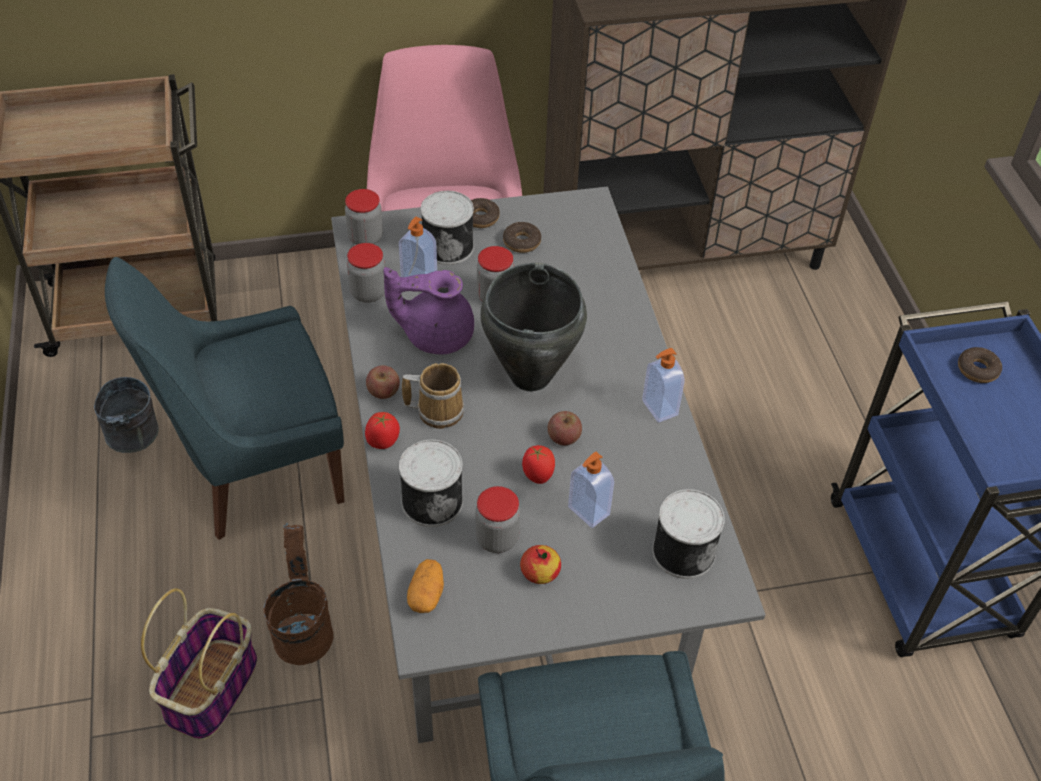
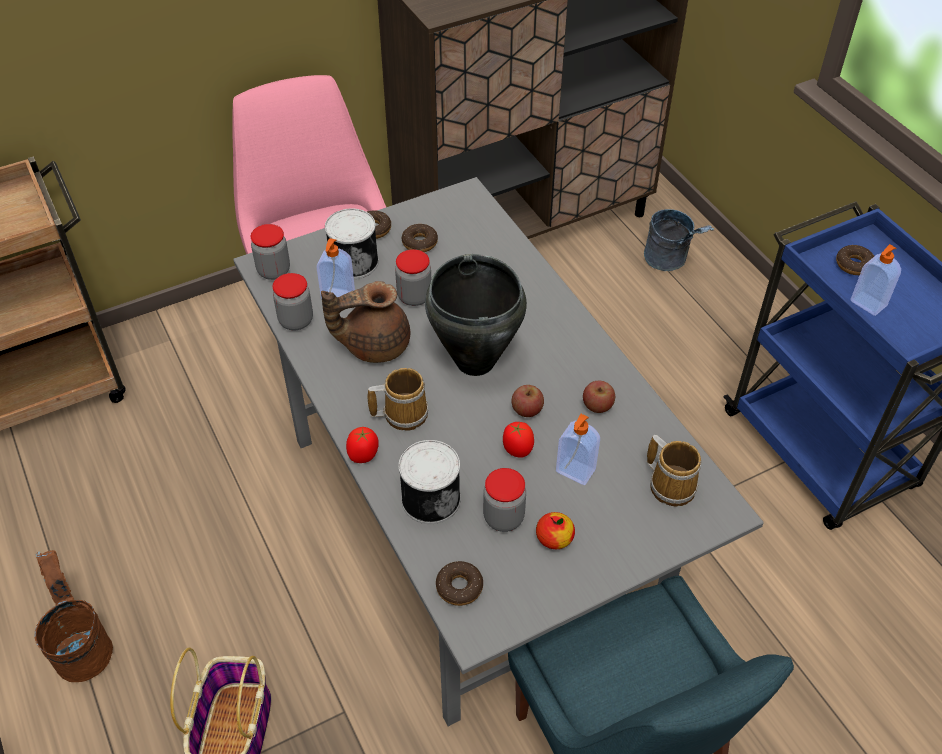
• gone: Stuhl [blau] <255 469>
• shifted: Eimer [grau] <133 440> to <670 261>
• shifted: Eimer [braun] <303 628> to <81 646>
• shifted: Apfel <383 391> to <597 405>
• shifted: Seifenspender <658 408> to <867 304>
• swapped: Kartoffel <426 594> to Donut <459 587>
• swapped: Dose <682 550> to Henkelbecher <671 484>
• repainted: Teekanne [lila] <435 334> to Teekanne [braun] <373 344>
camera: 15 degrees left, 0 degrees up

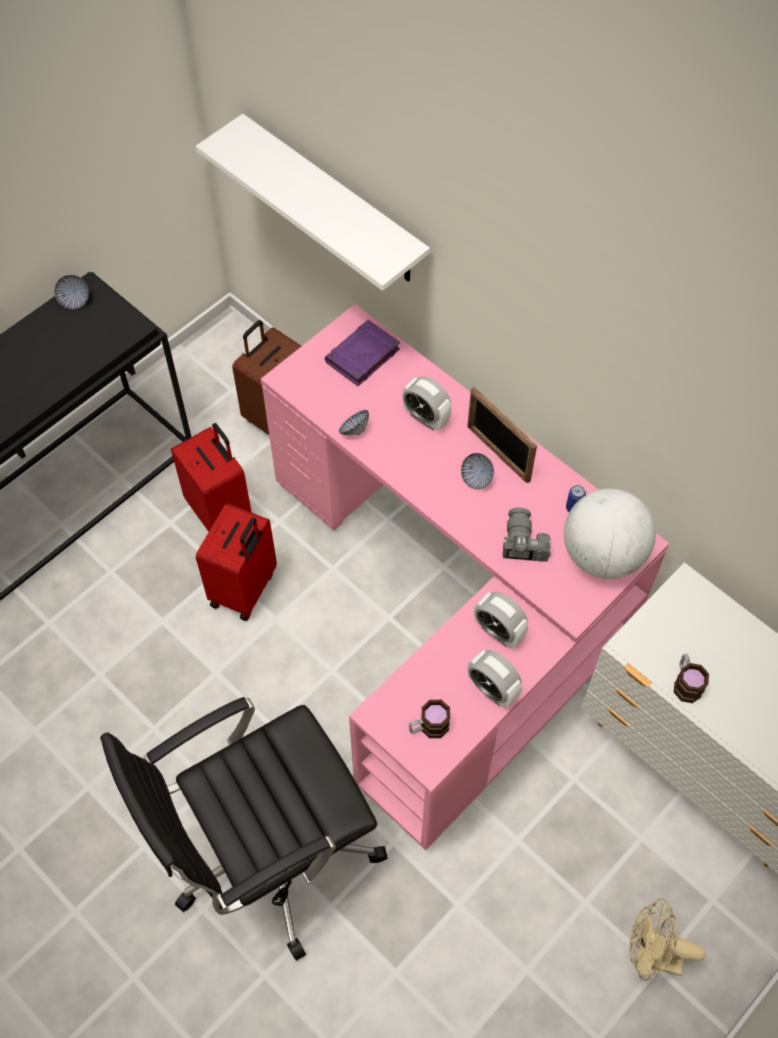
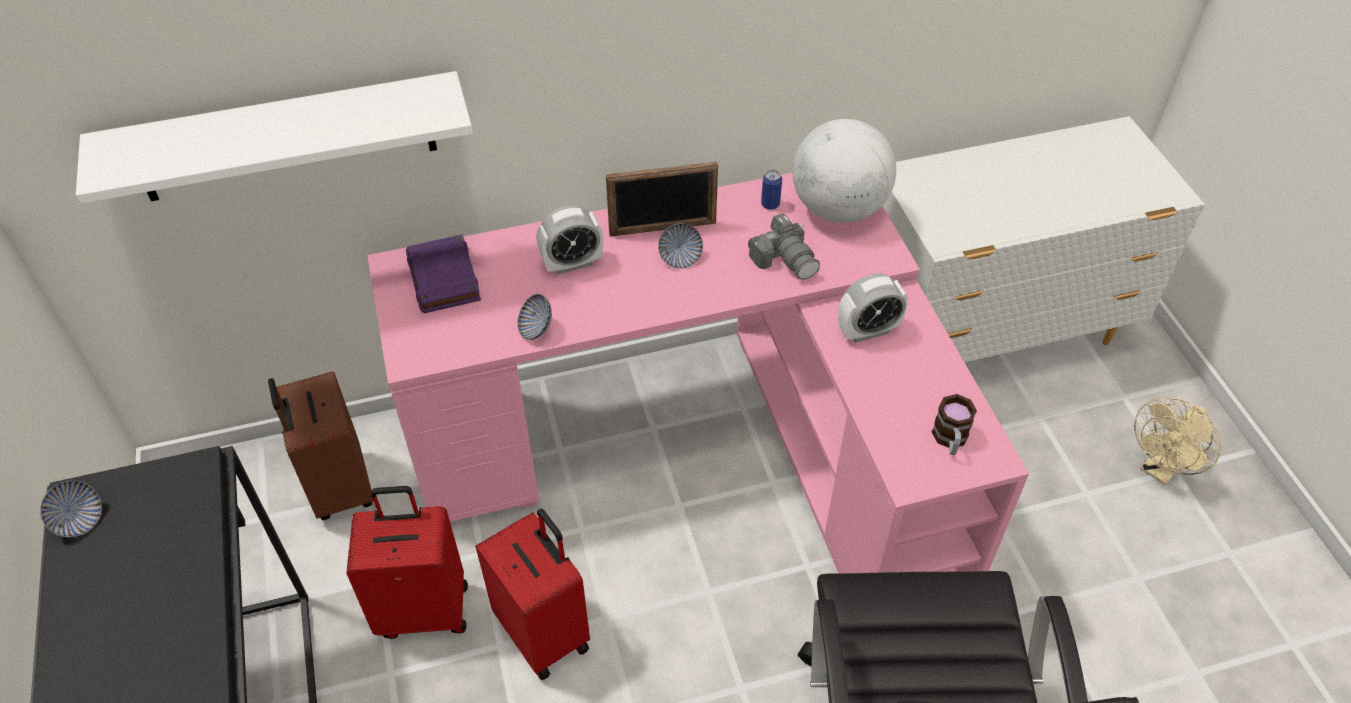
• gone: Wecker <492 690>
• gone: Henkelbecher <685 683>
• rotated: Kamera <522 544> = <785 259> 150 degrees counterclockwise
camera: 60 degrees left, 10 degrees down

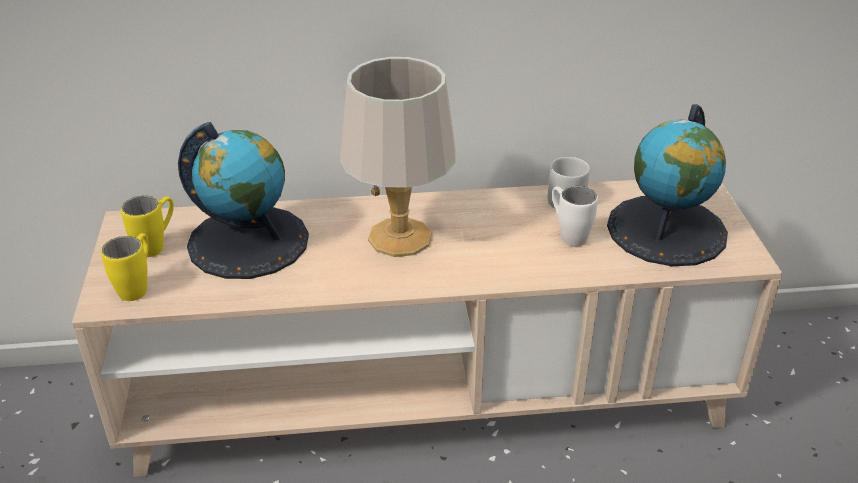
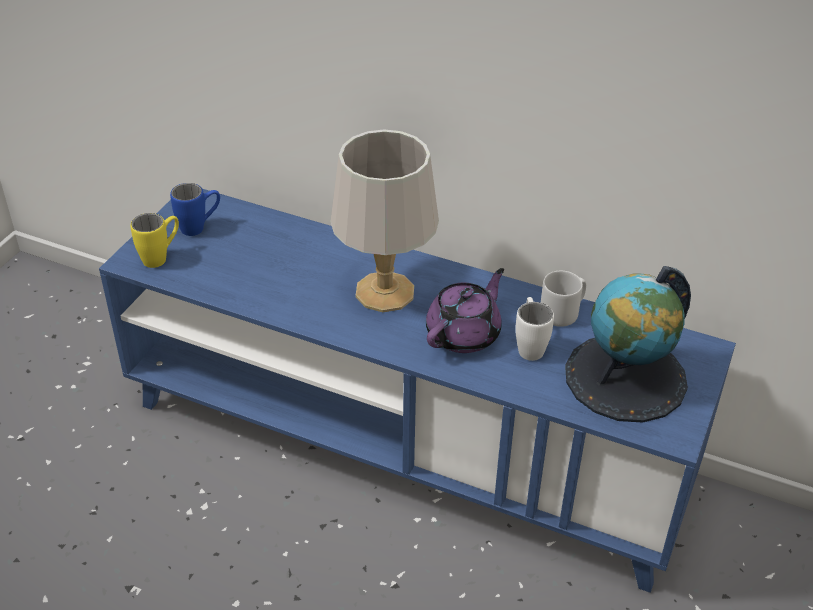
• gone: Globus <248 241>
• new: Teekanne [lila] <464 334>
• repainted: Fernsehschrank [beige] <429 398> to Fernsehschrank [blau] <404 445>
• repainted: Henkelbecher [gelb] <157 245> to Henkelbecher [blau] <200 227>
camera: 30 degrees right, 5 degrees up

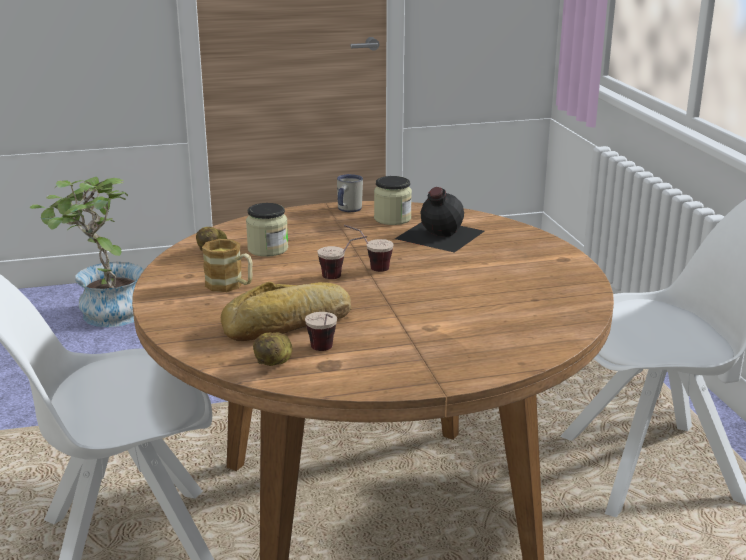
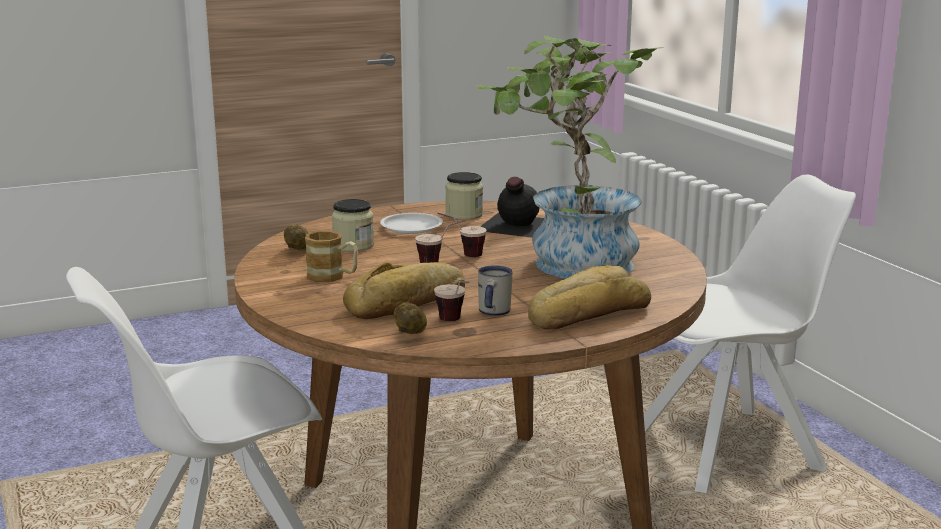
• new: Teller [weiß] <411 227>
• new: Brot <586 313>
• shifted: Topfpflanze <103 314> to <569 266>
• shifted: Henkelbecher [weiß] <347 210> to <492 313>
camera: 10 degrees left, 5 degrees down

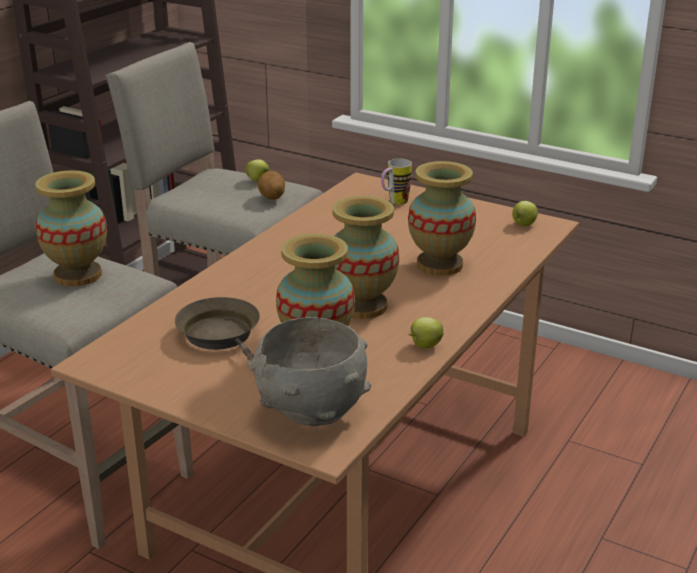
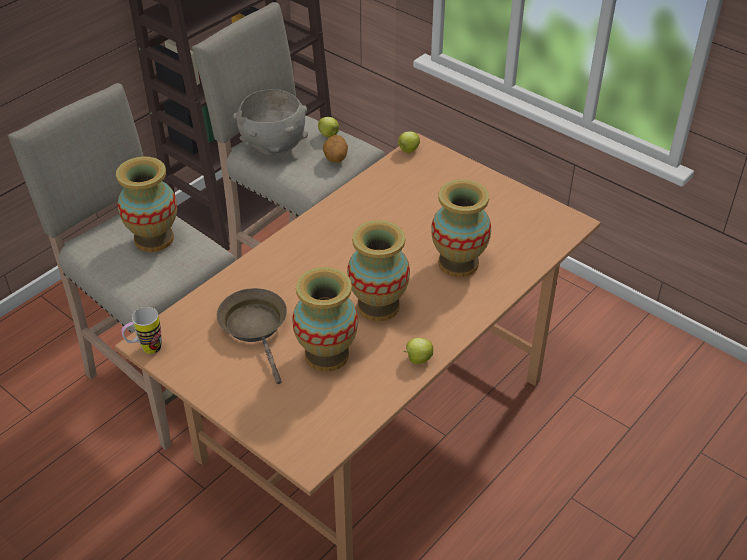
• shifted: Schüssel [grau] <311 414> to <273 148>
• shifted: Henkelbecher <394 203> to <145 349>
• shifted: Apfel <523 224> to <408 150>
camera: 10 degrees right, 15 degrees up

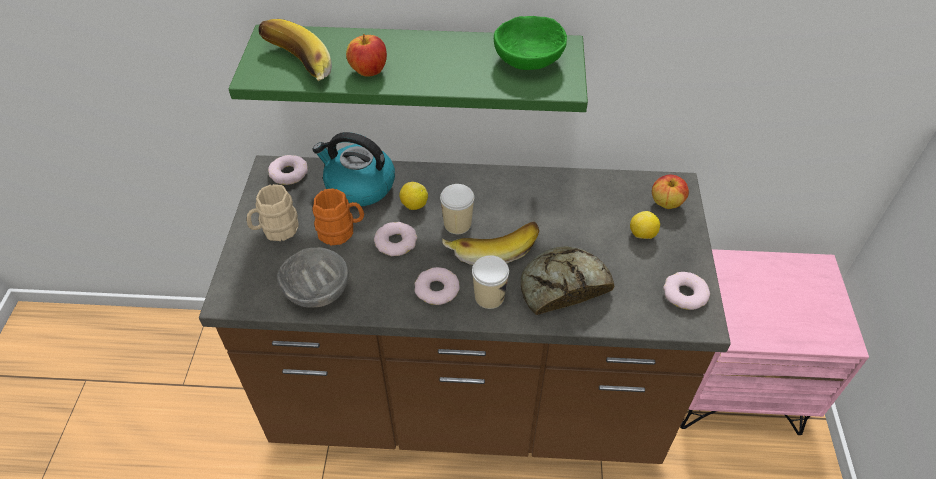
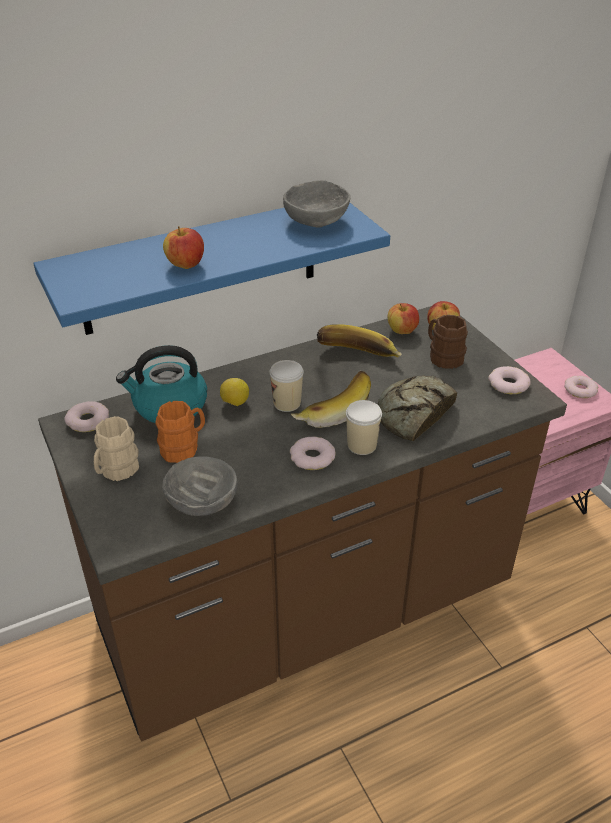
• new: Apfel <402 331>
• shifted: Banane <294 66> to <356 356>
• shifted: Donut <396 242> to <580 390>
• swapped: Zitrone <642 235> to Henkelbecher [braun] <442 357>
• repainted: Wandregal [grün] <420 67> to Wandregal [blau] <201 265>
• repainted: Schüssel [grün] <528 60> to Schüssel [grau] <316 221>
camera: 30 degrees left, 10 degrees down

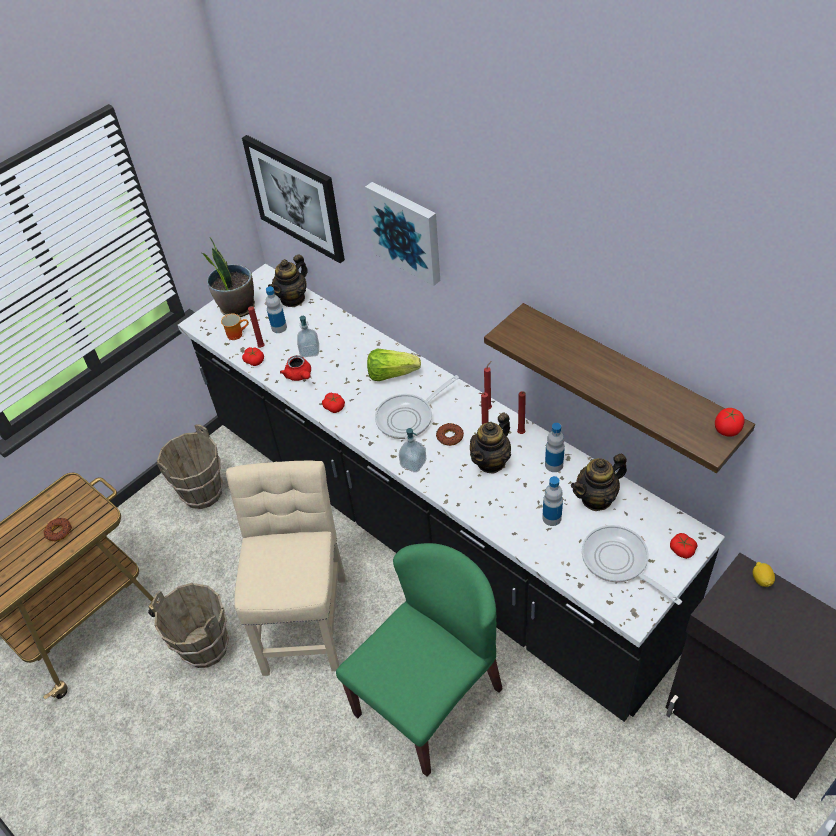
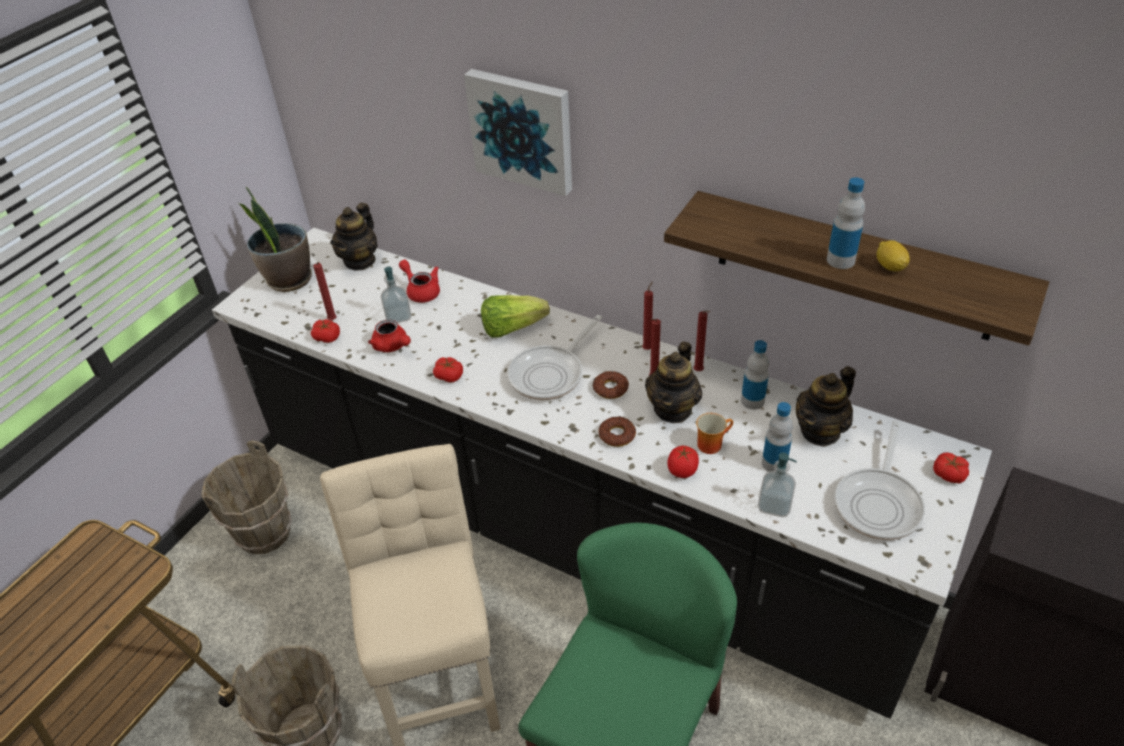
• gone: Bild <296 198>
• new: Teekanne [rot] <421 291>
• shifted: Donut <59 531> to <617 435>
• shifted: Henkelbecher <236 333> to <711 443>
• shifted: Flasche <279 327> to <840 260>
• shifted: Seifenspender <413 463> to <774 505>
• shifted: Tomate <727 430> to <682 470>
• shifted: Zitrone <761 580> to <890 267>
• rotated: Pfanne <619 562> = <879 502> 105 degrees counterclockwise
camera: 15 degrees left, 5 degrees down

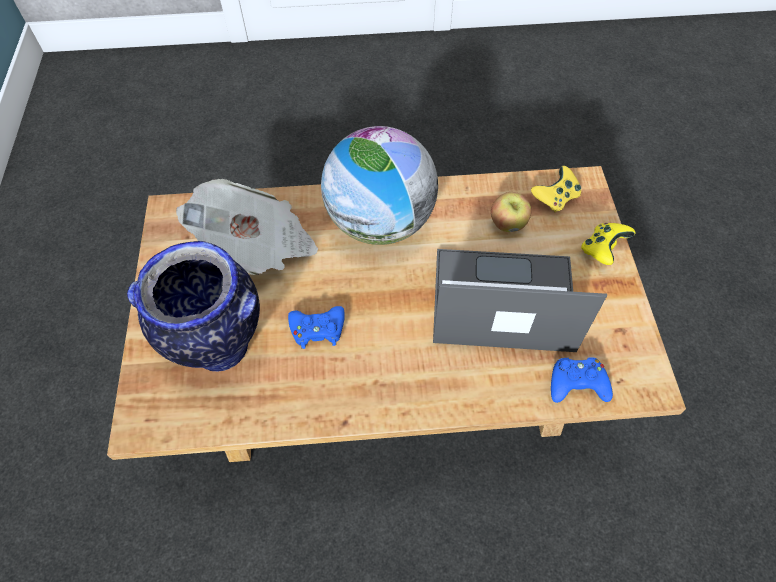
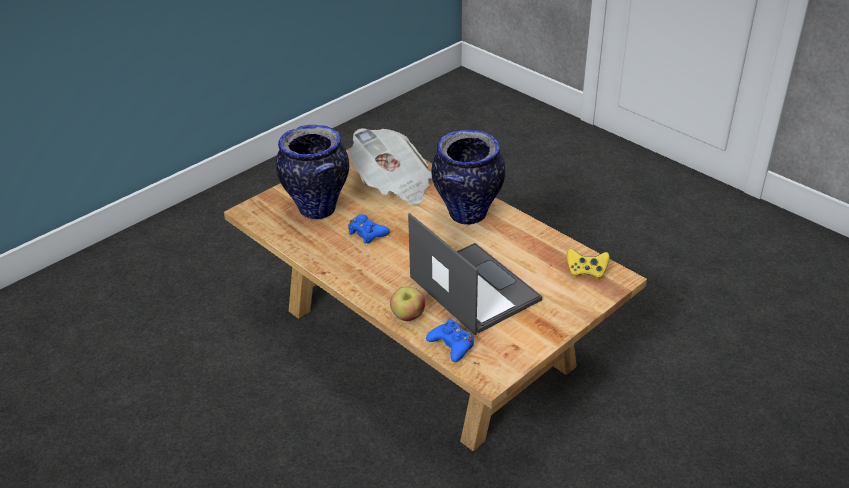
• gone: Gamepad [gelb] <602 249>
• shifted: Apfel <508 224> to <408 316>
• swapped: Globus <380 222> to Vase <467 215>
camera: 50 degrees right, 20 degrees down

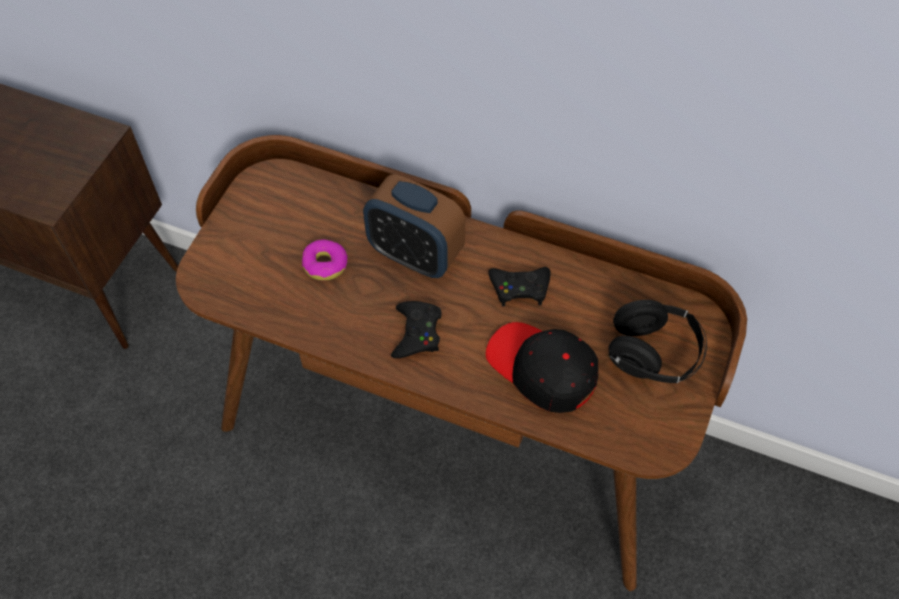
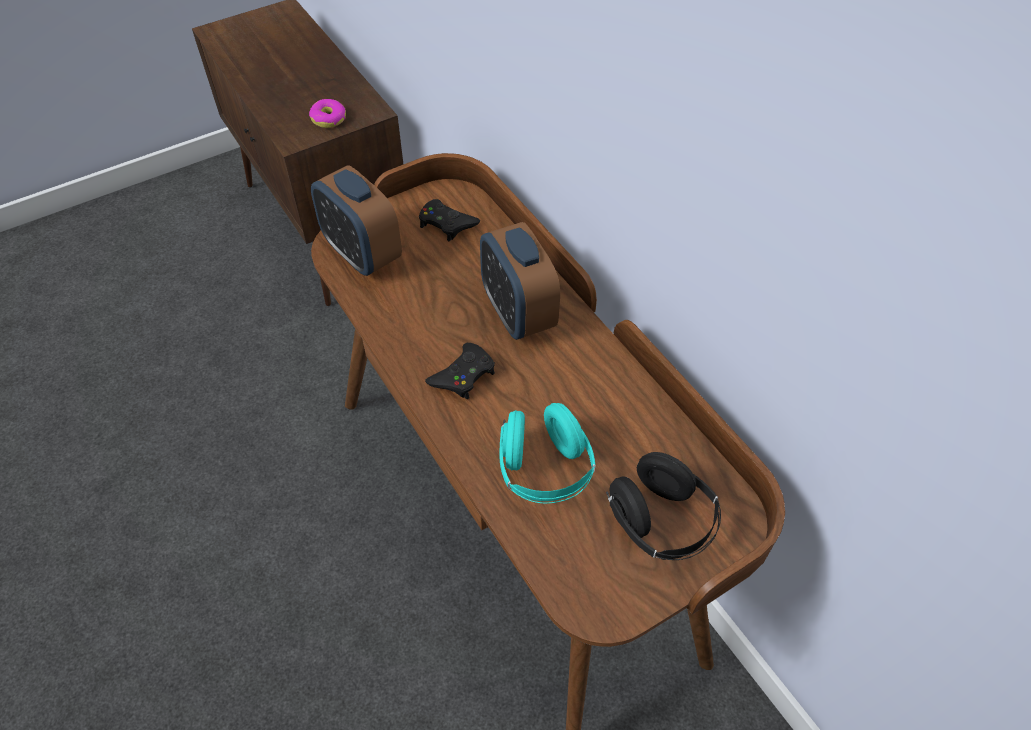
• new: Wecker <362 254>
• shifted: Donut <325 264> to <328 119>
• shifted: Gamepad [schwarz] <520 288> to <446 223>
• swapped: Kappe [schwarz] <541 369> to Kopfhörer [türkis] <544 469>
camera: 35 degrees right, 5 degrees down

